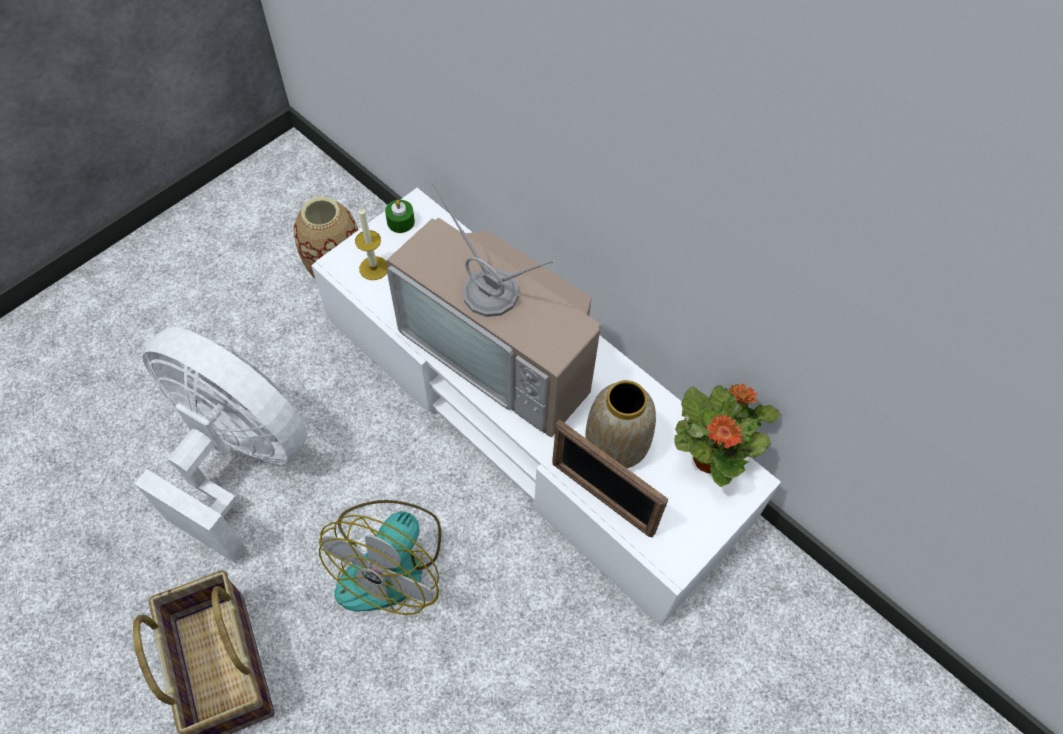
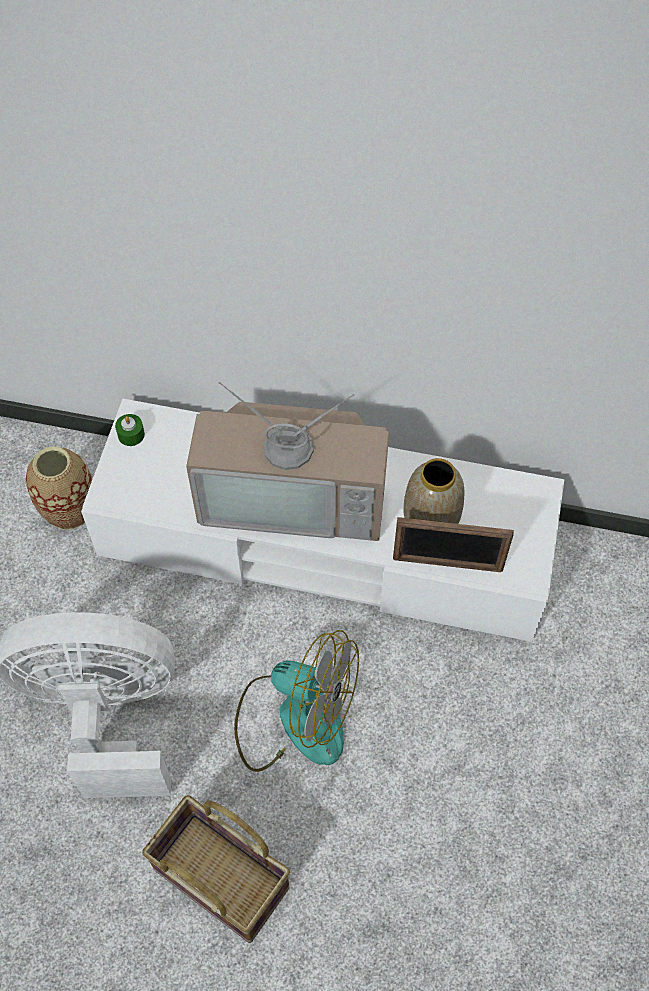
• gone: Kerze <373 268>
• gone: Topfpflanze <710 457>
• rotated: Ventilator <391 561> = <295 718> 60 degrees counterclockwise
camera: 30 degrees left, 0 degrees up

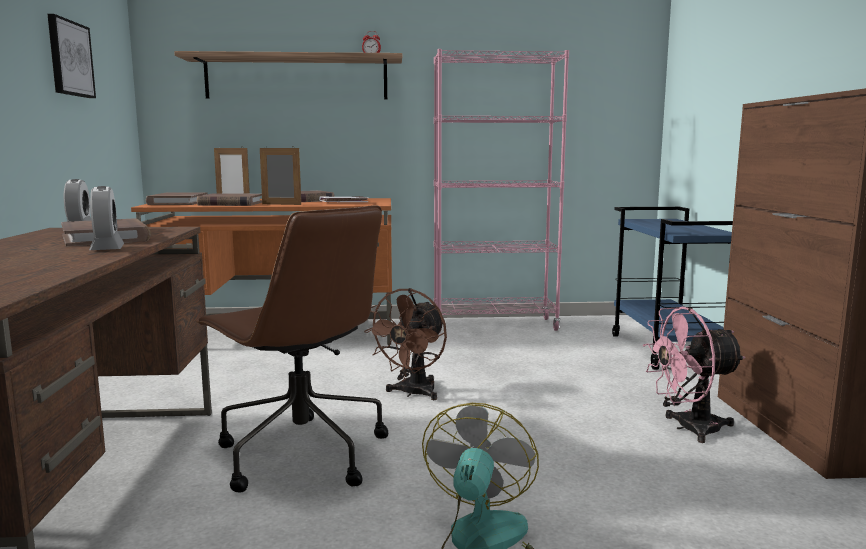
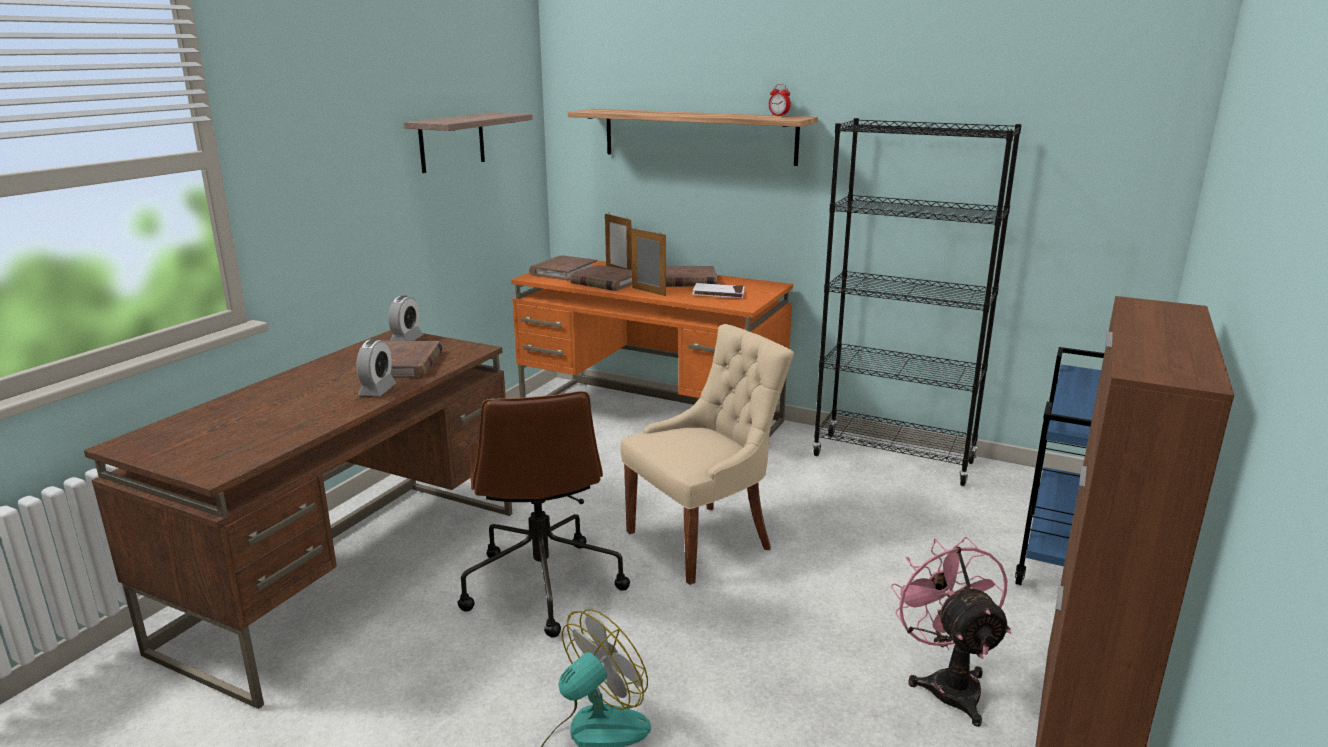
• swapped: Bild <69 58> to Wandregal <452 142>
• swapped: Ventilator [braun] <413 393> to Stuhl [beige] <702 540>
• repainted: Bücherregal [rosa] <494 325> to Bücherregal [schwarz] <893 459>
• rotated: Ventilator [rosa] <688 428> = <948 683> 60 degrees clockwise
camera: 30 degrees right, 10 degrees up

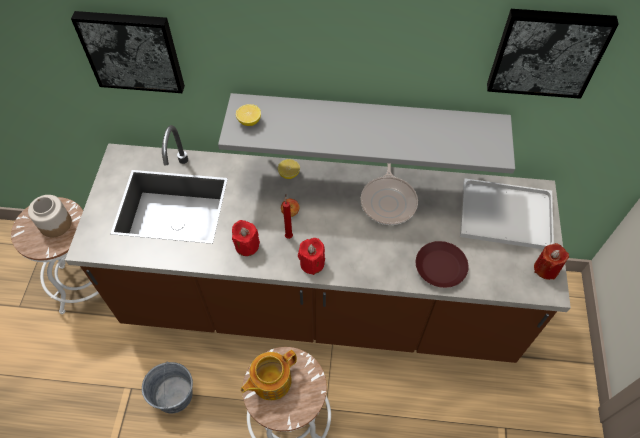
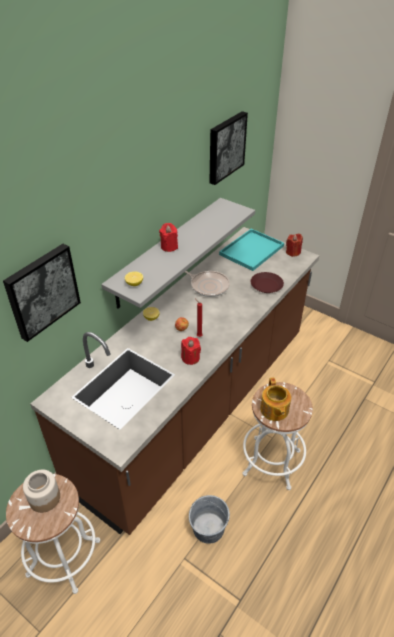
• shifted: Kerze [rot] <312 263> to <169 247>
• repainted: Tablett [weiß] <503 215> to Tablett [türkis] <251 251>
camera: 60 degrees left, 15 degrees down

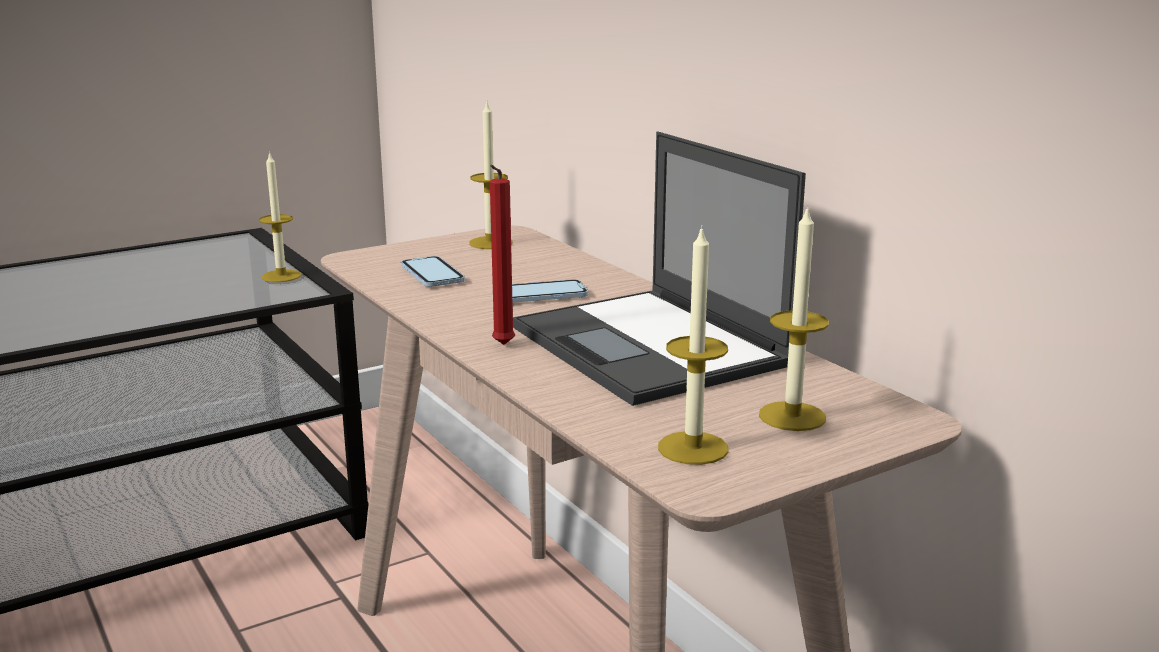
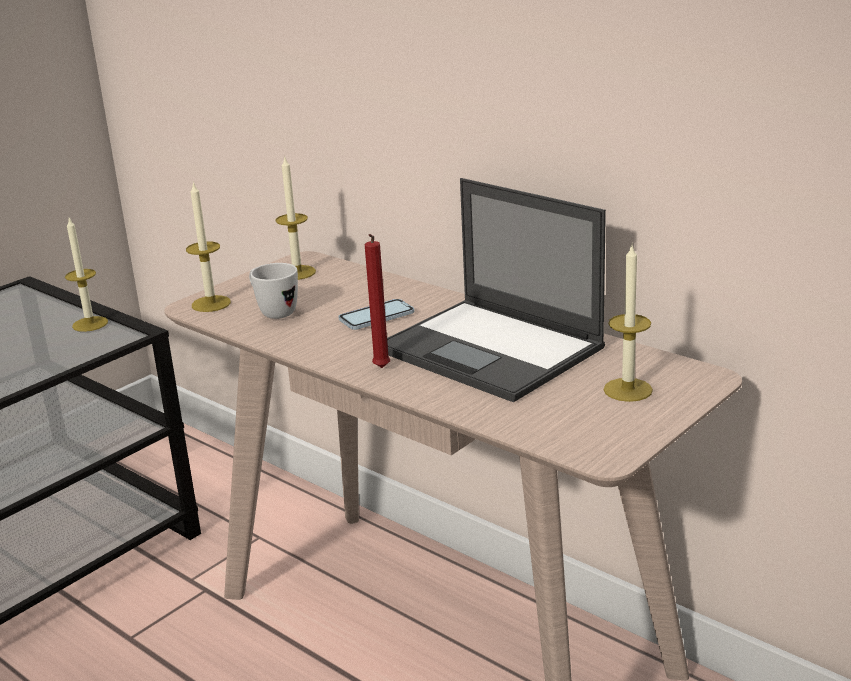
• shifted: Kerze <693 448> to <211 304>
• swapped: Handy <432 274> to Henkelbecher [weiß] <273 312>
camera: 15 degrees left, 5 degrees up

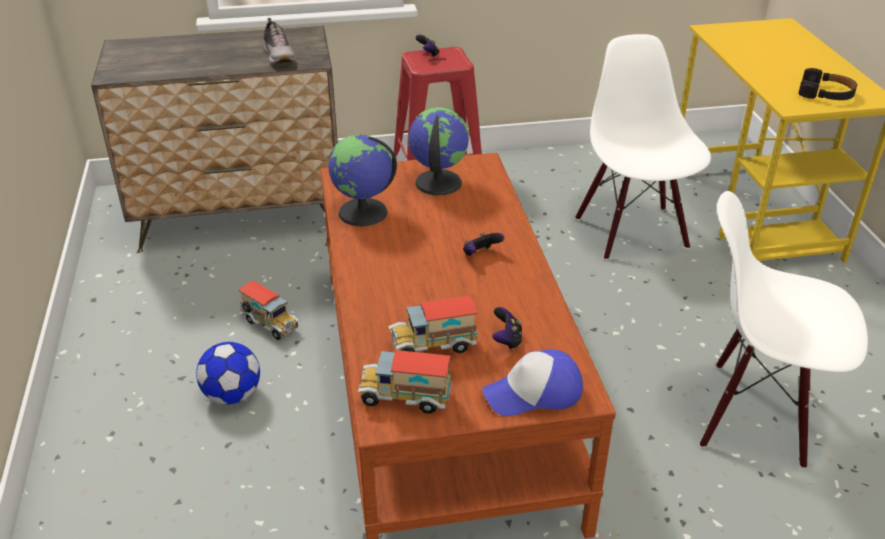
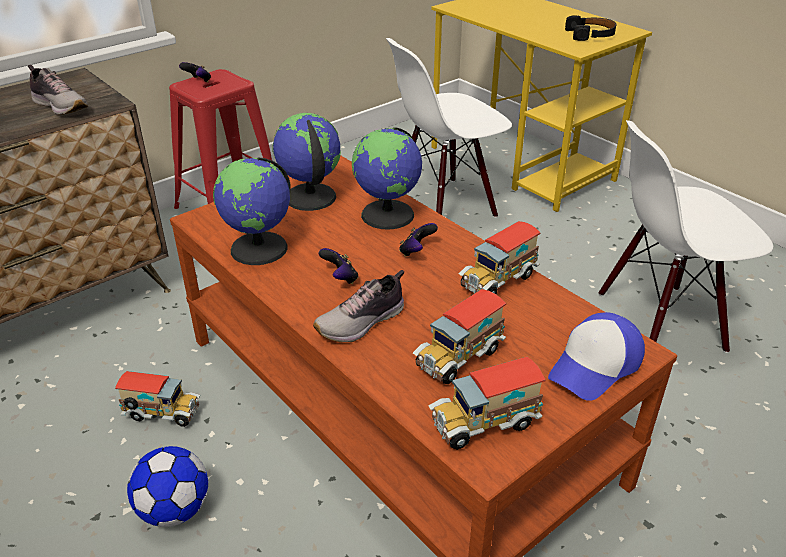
• new: Schuh <362 322>
• new: Globus <388 215>
• new: Spielzeuglaster <497 281>
• shifted: Gamepad <507 340> to <340 278>
• rotated: Stuhl [weiß] <633 232> = <444 206> 75 degrees counterclockwise
camera: 30 degrees left, 0 degrees up

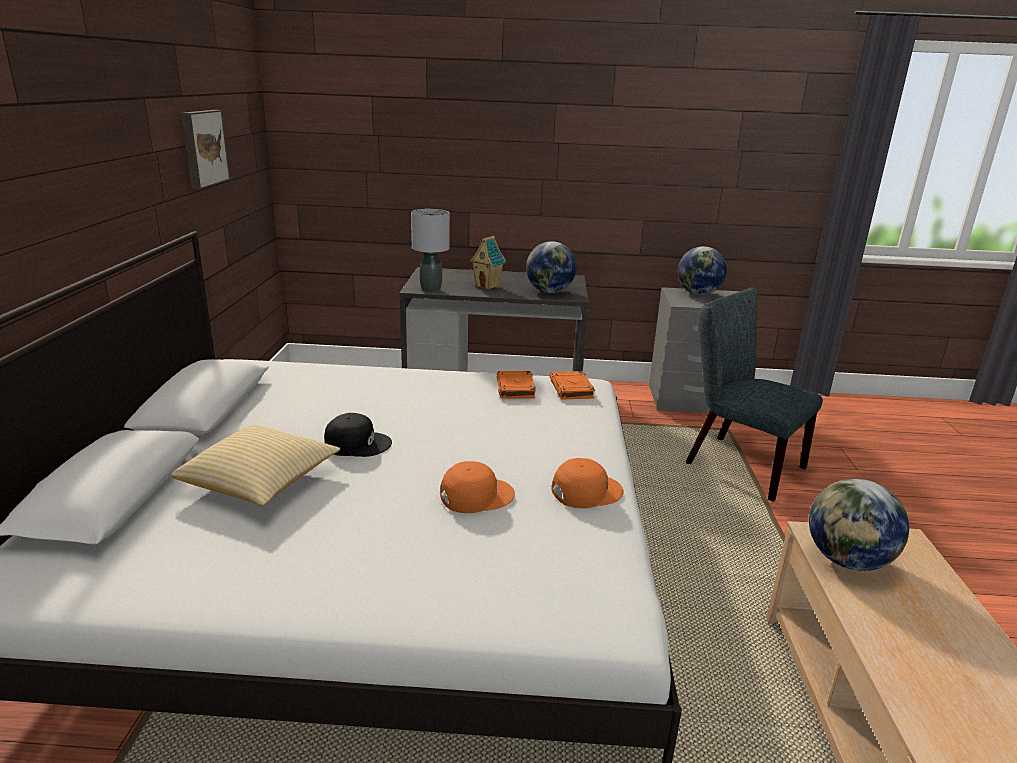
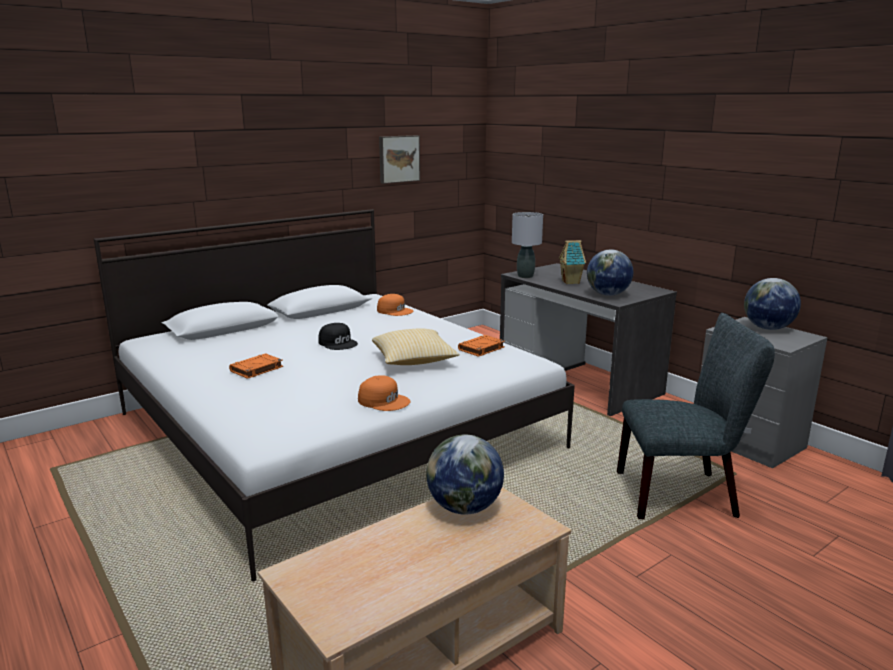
• shifted: Kissen <261 482> to <414 361>
• shifted: Kappe [orange] <476 495> to <395 311>
• shifted: Buch [orange] <572 389> to <256 369>
• rotated: Stuhl [grau] <737 463> = <683 494> 90 degrees clockwise
camera: 50 degrees right, 5 degrees down

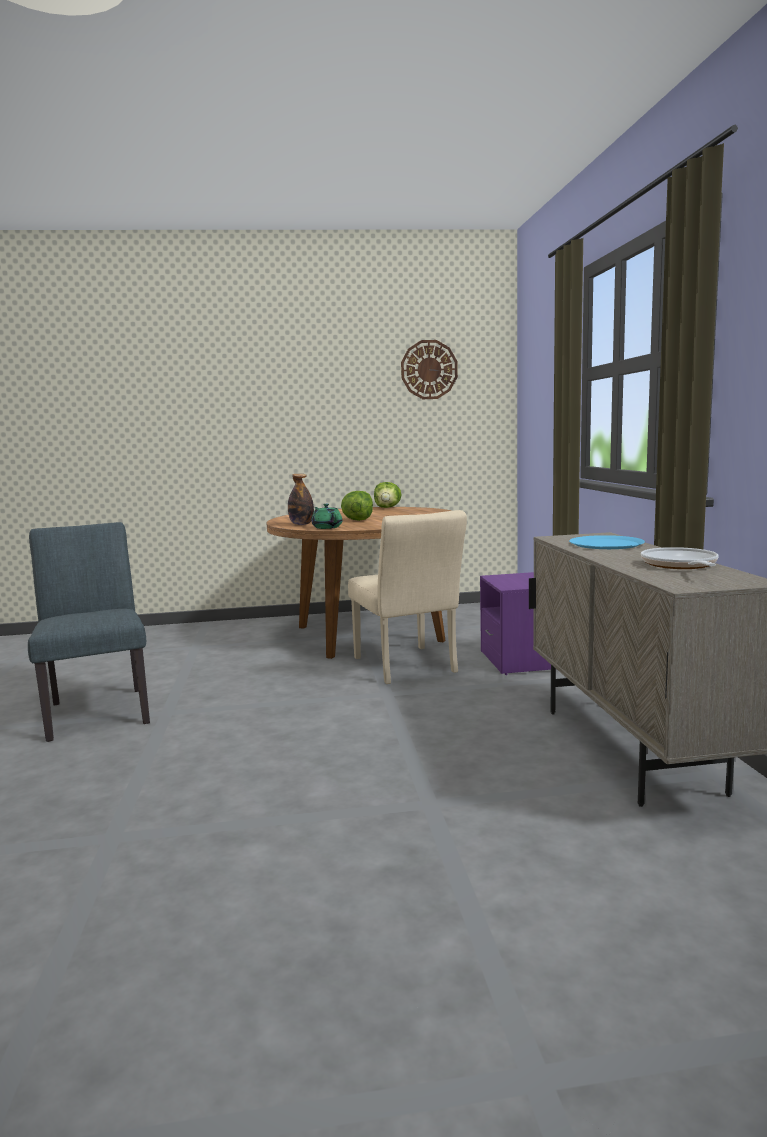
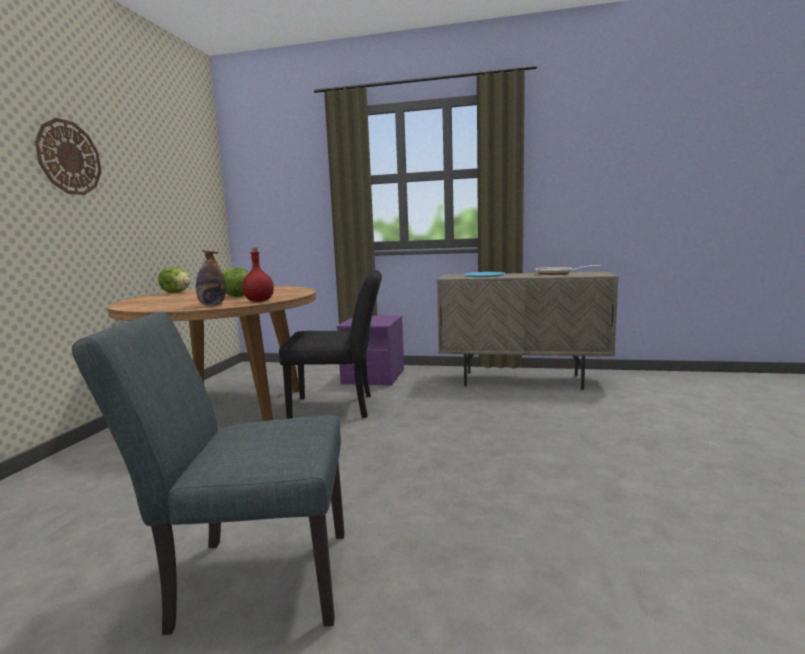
• shifted: Wanduhr <429 369> to <69 157>
• swapped: Teekanne [grün] <327 527> to Flasche [rot] <259 301>
• repainted: Stuhl [beige] <408 667> to Stuhl [schwarz] <339 407>
camera: 70 degrees left, 0 degrees up

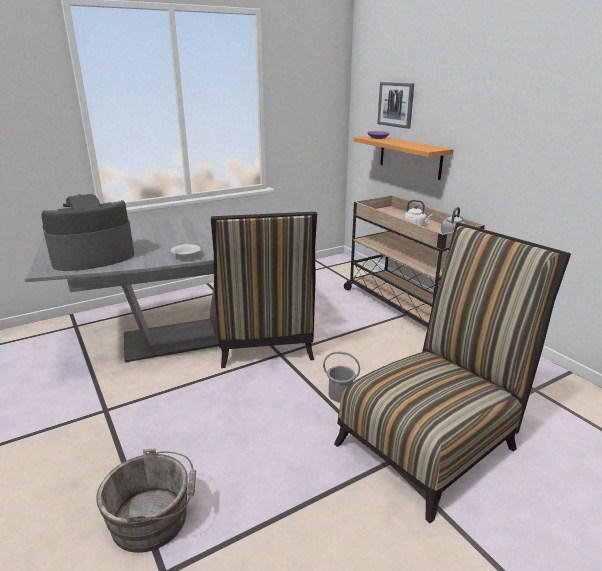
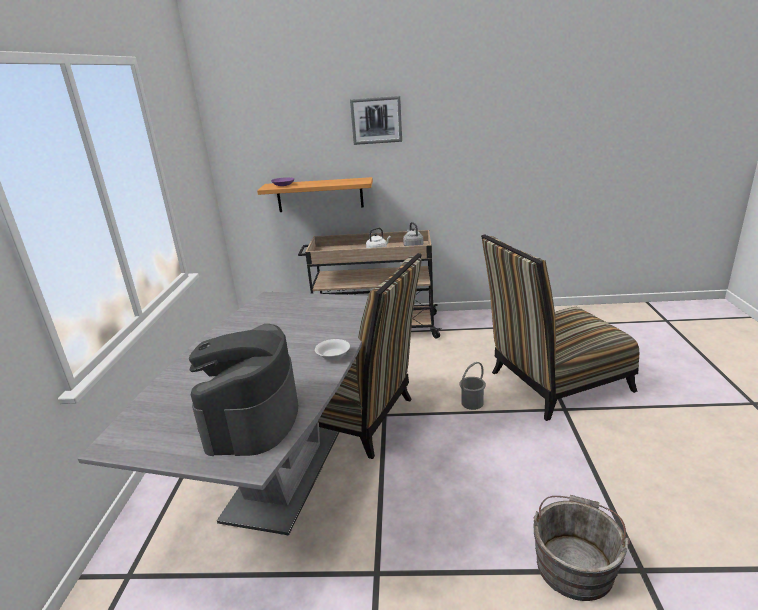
• shifted: Bild <396 104> to <376 120>
• rotated: Stuhl <432 441> = <553 383> 105 degrees counterclockwise
camera: 55 degrees left, 0 degrees up

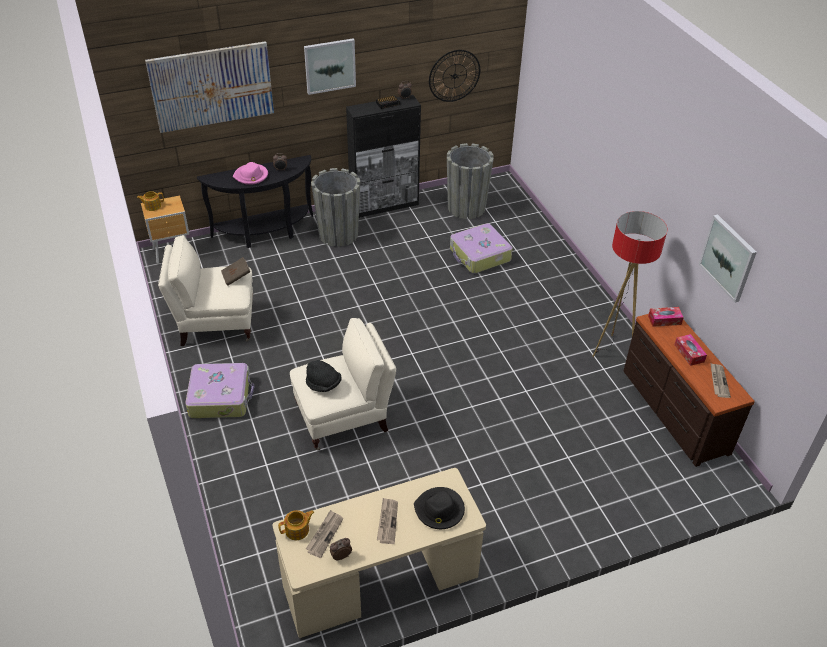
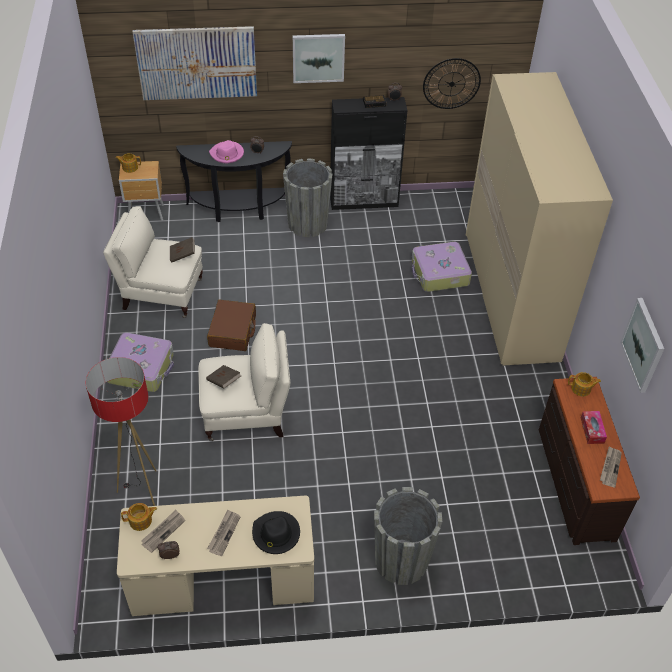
• new: Koffer [braun] <233 331>
• new: Kleiderschrank [beige] <510 296>
• shifted: Pflanzkübel [grau] <466 208> to <401 560>
• shifted: Stehlampe <611 351> to <142 489>
• swapped: Hut [schwarz] <323 384> to Buch [braun] <224 381>
• swapped: Taschentuchbox <664 320> to Teekanne <581 389>
camera: 15 degrees right, 5 degrees up

